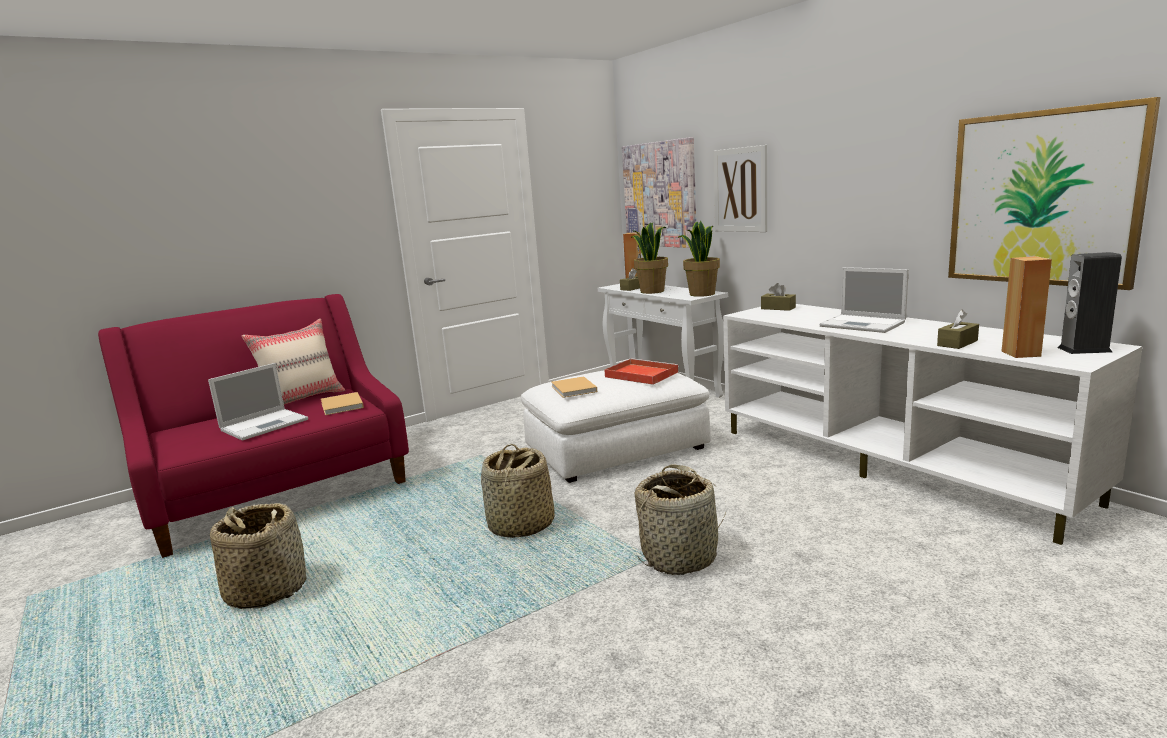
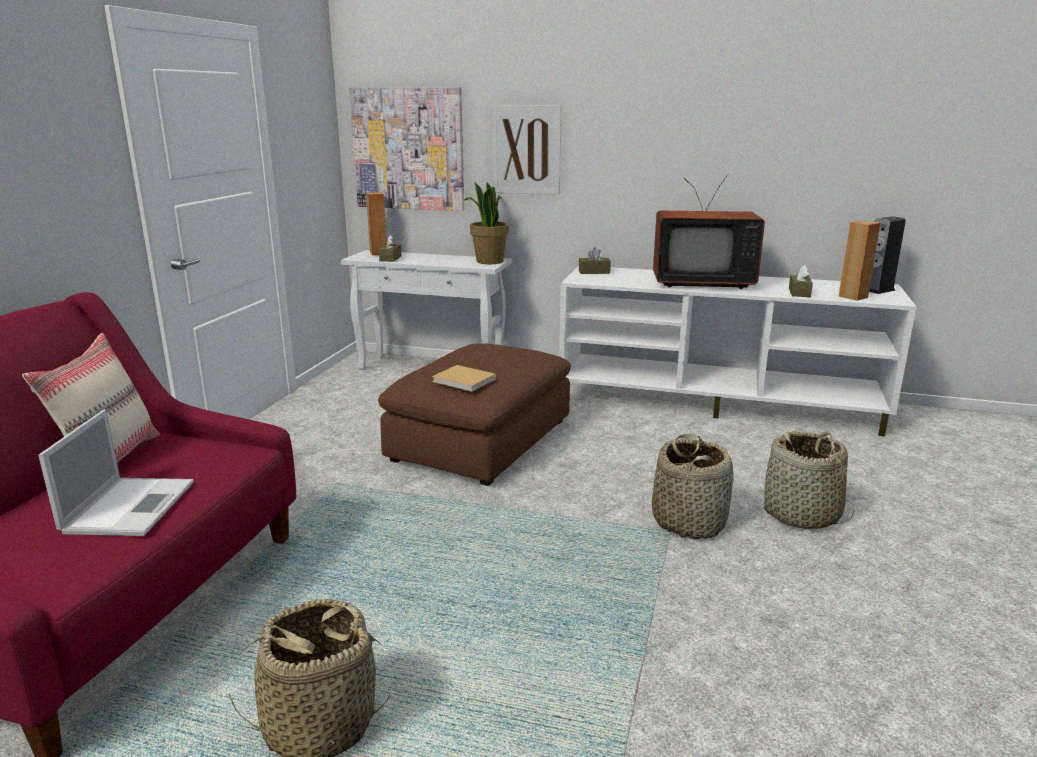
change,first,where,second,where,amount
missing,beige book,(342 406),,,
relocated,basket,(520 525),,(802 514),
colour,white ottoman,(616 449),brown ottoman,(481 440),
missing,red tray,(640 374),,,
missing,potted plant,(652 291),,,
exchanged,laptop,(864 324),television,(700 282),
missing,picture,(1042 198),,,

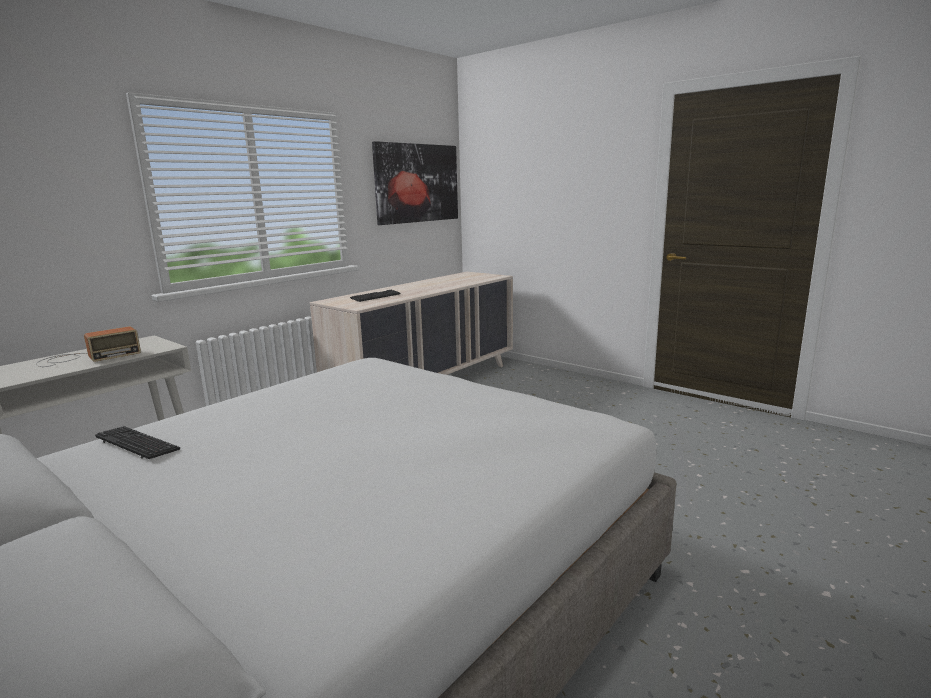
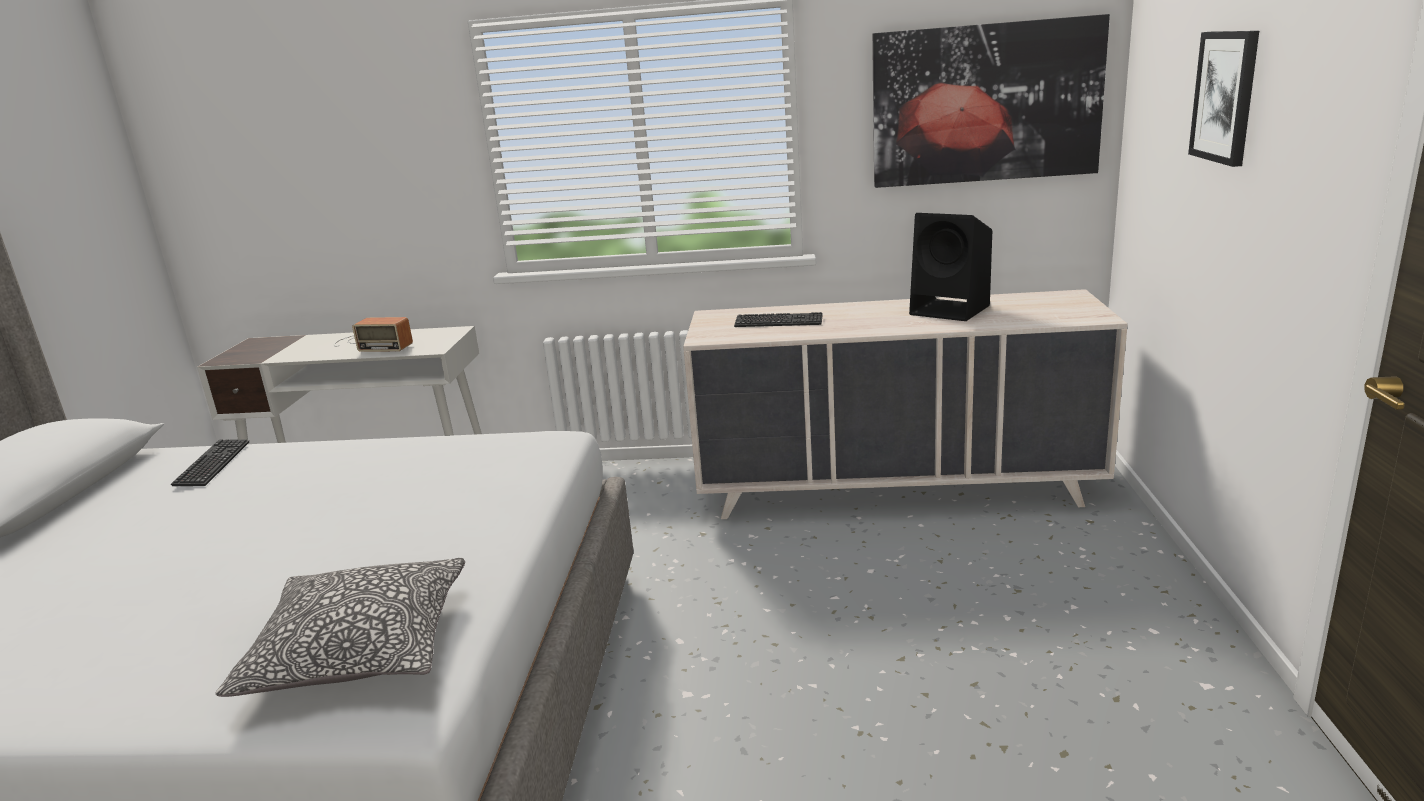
change,first,where,second,where,amount
appeared,,,pillow,(360 648),
appeared,,,black speaker,(952 310),
appeared,,,picture,(1225 96),

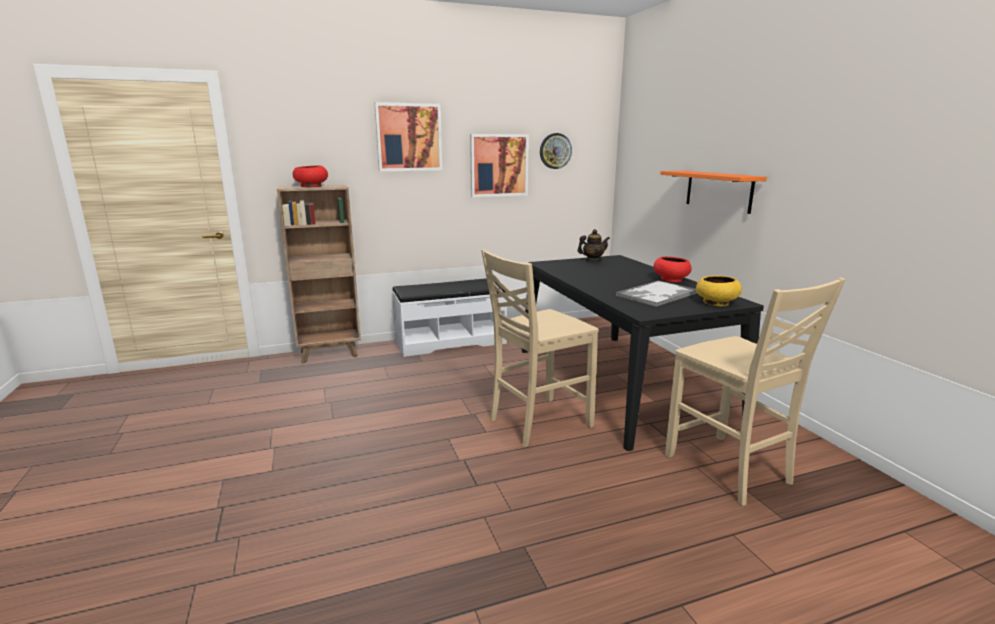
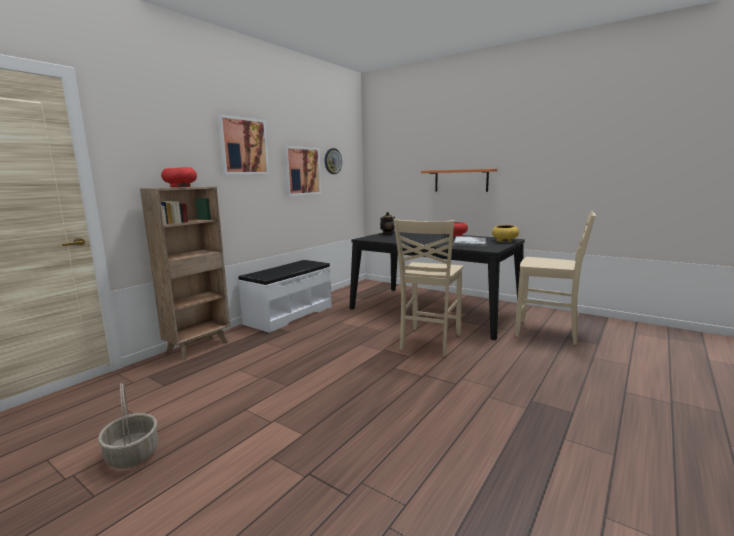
change,first,where,second,where,amount
appeared,,,basket,(132 454),

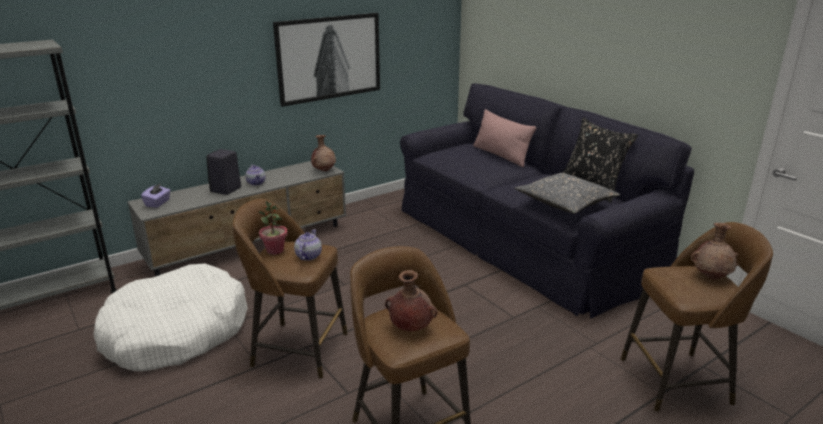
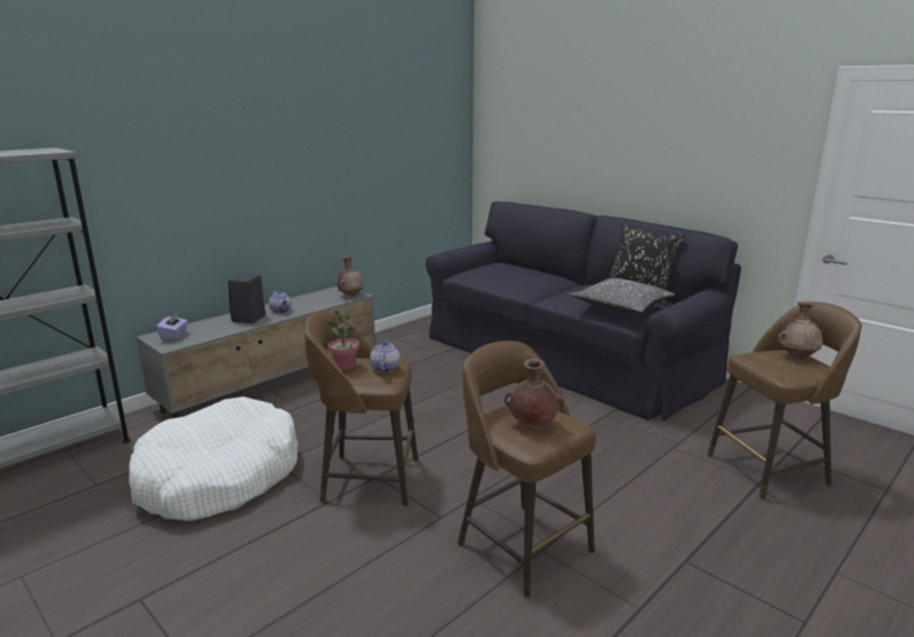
change,first,where,second,where,amount
missing,picture,(329 58),,,
missing,pink pillow,(501 155),,,

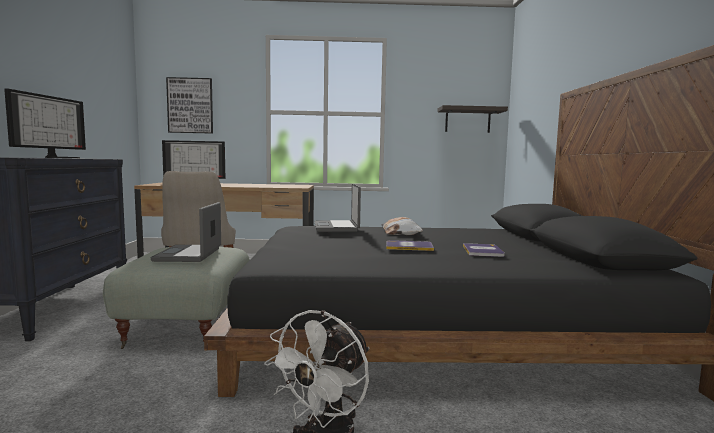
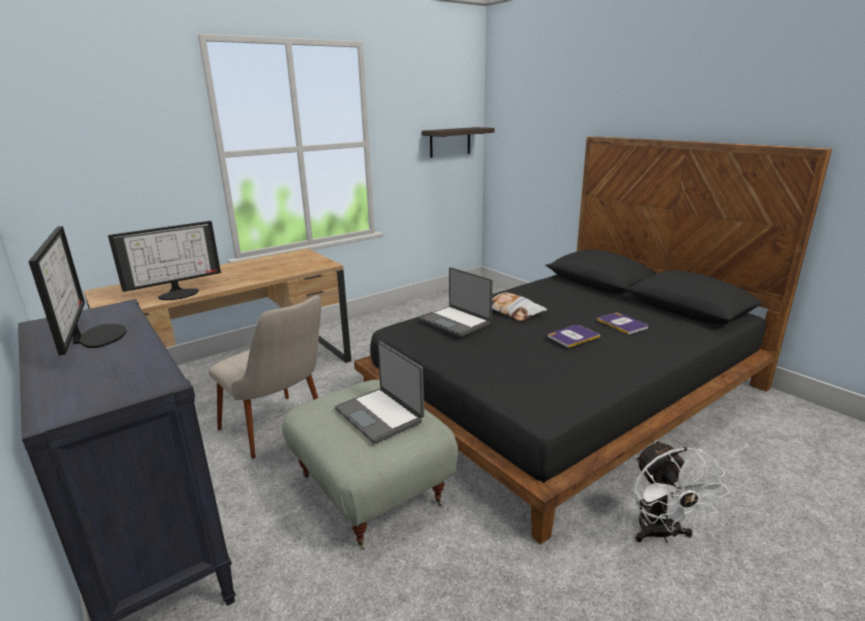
change,first,where,second,where,amount
missing,picture,(190 105),,,

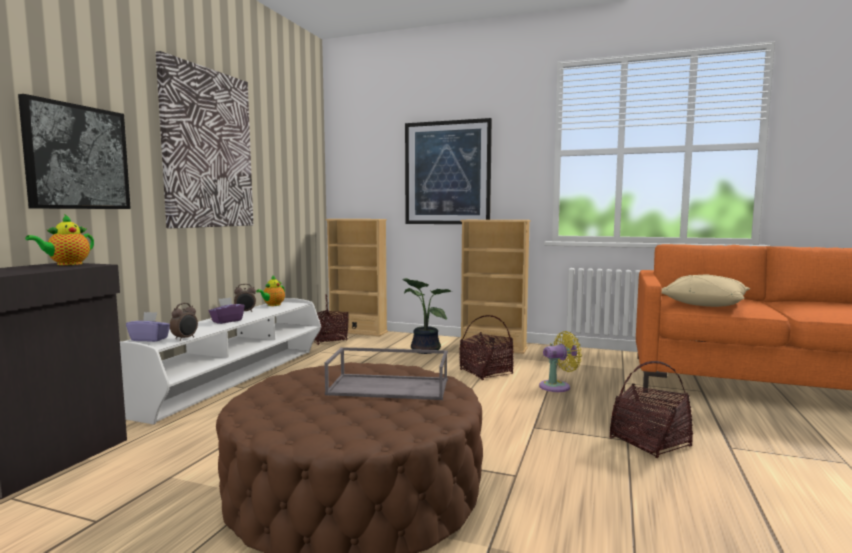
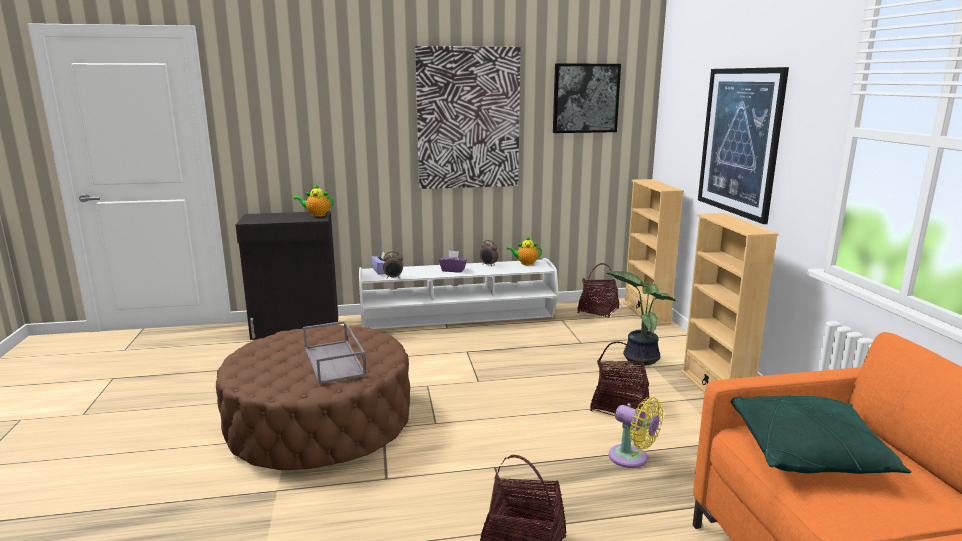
change,first,where,second,where,amount
relocated,picture,(77 157),,(585 98),
colour,beige pillow,(704 304),green pillow,(808 453),

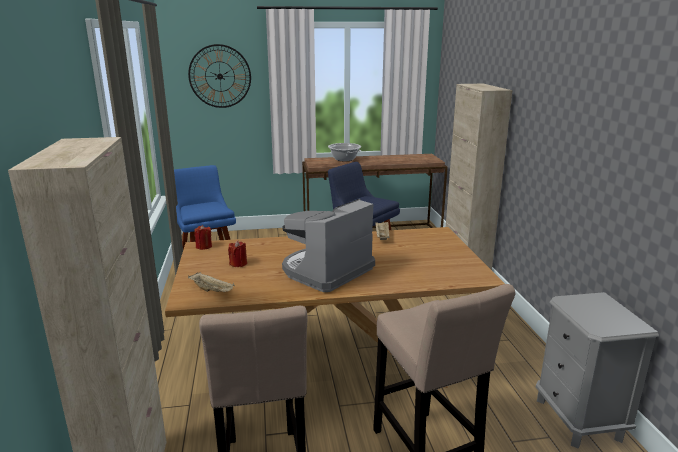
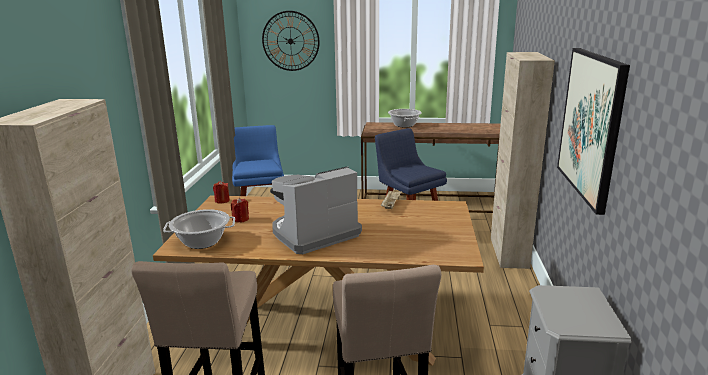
change,first,where,second,where,amount
exchanged,beige tray,(212 291),cooking pot,(202 241),
appeared,,,picture,(591 125),

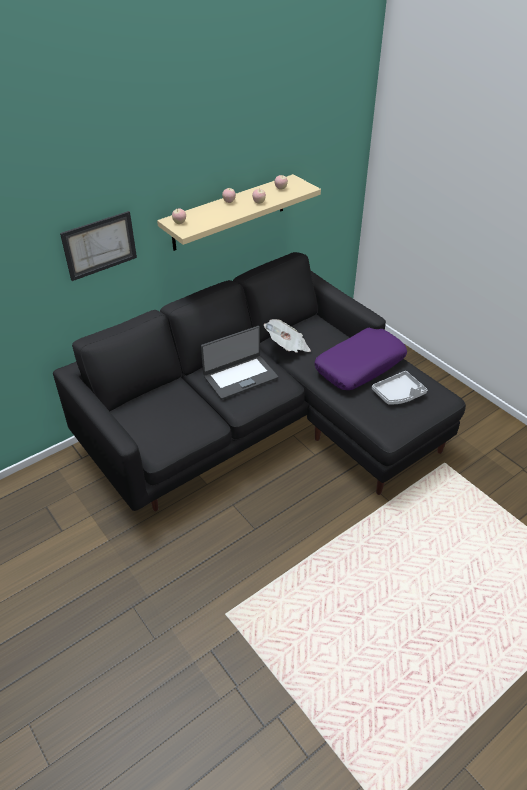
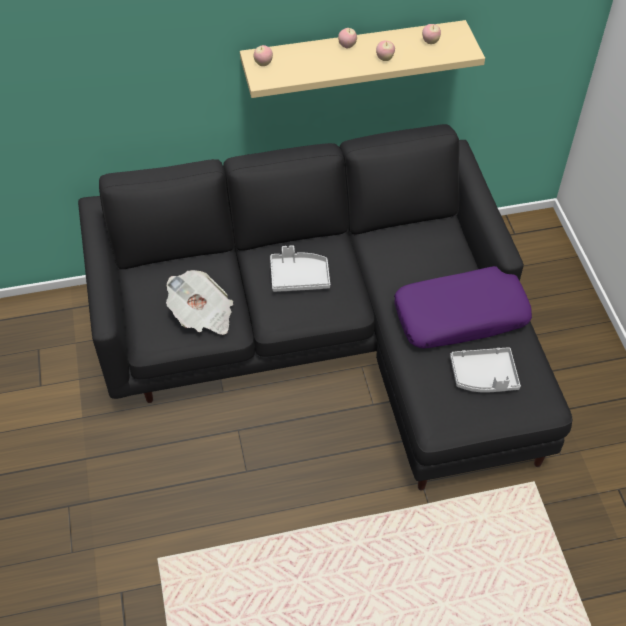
change,first,where,second,where,amount
missing,picture,(99 245),,,
exchanged,laptop,(240 376),grey tray,(299 277),
relocated,newspaper,(287 346),,(202 315),

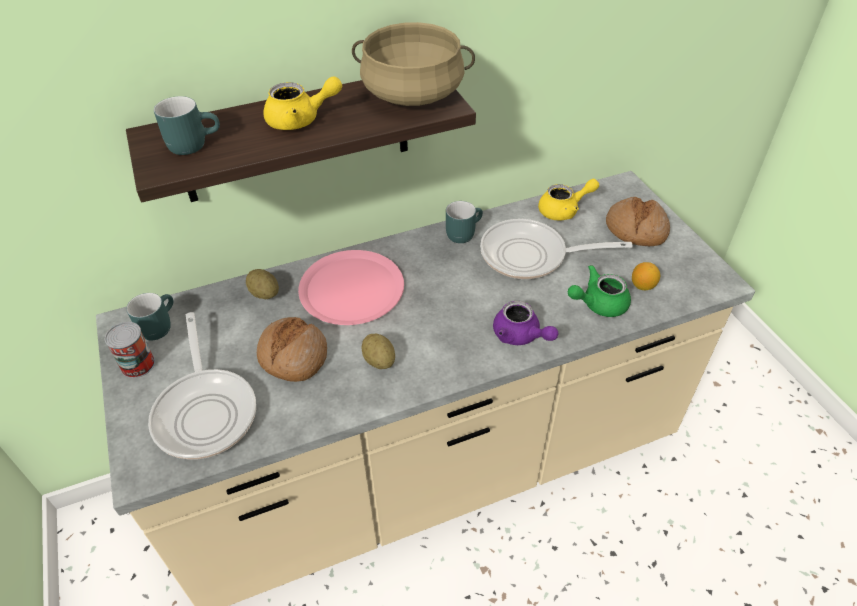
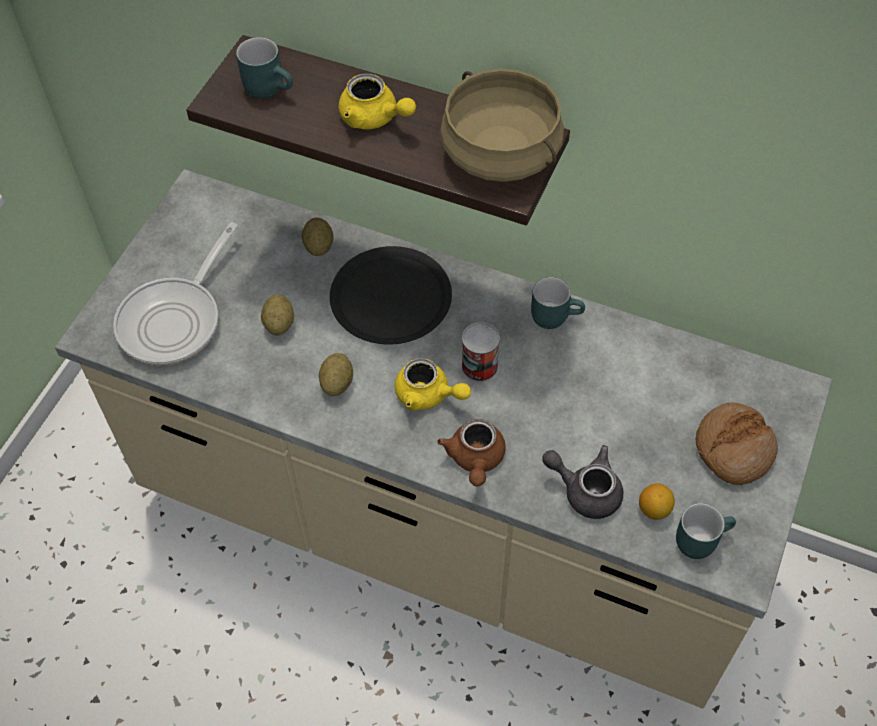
change,first,where,second,where,amount
relocated,can,(138 364),,(479 366),
relocated,turquoise mug,(157 325),,(700 538),
exchanged,bread,(293 356),potato,(279 324),
colour,pink plate,(351 288),black plate,(391 297),
missing,frying pan,(531 256),,,
colour,purple teapot,(520 336),brown teapot,(475 460),
relocated,yellow teapot,(564 210),,(428 395),
colour,green teapot,(598 304),grey teapot,(585 490),

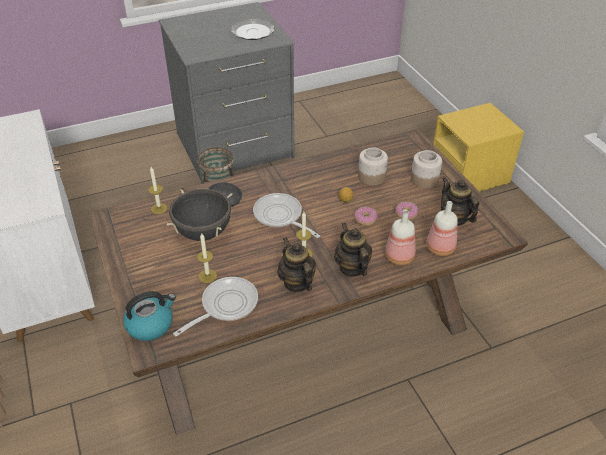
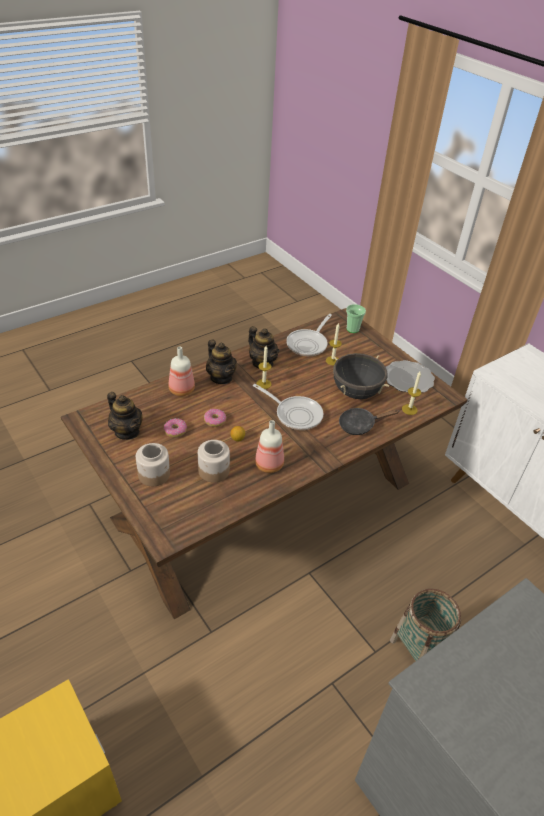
change,first,where,second,where,amount
exchanged,kettle,(150 324),cup,(352 329),
relocated,plate,(252 31),,(408 379),
relocated,bottle,(439 248),,(270 465),

